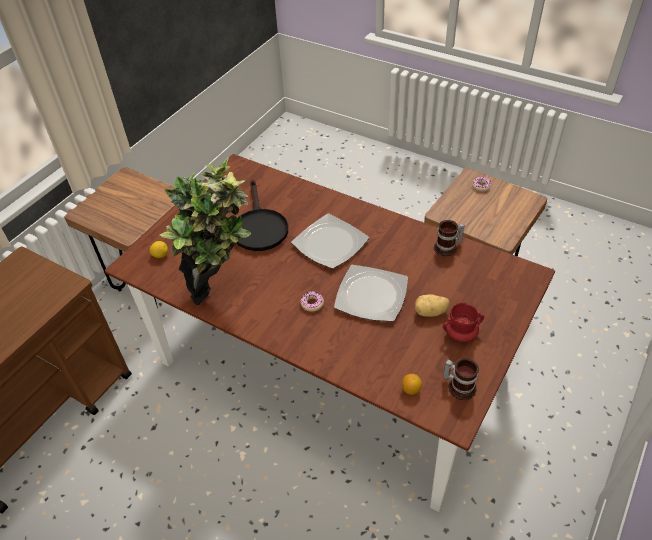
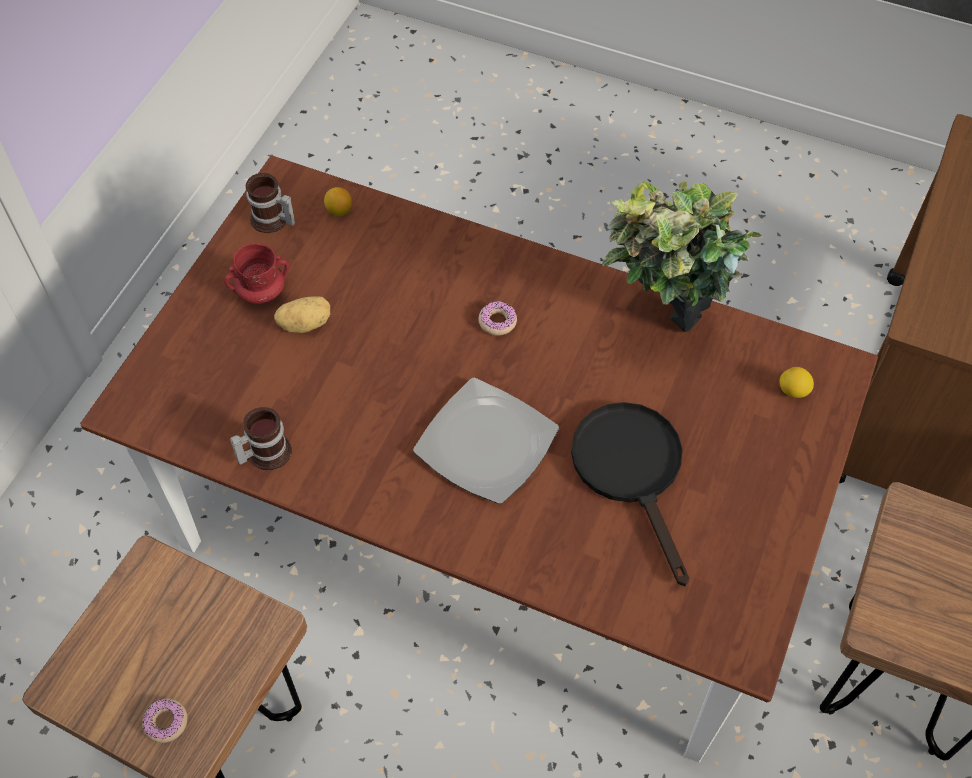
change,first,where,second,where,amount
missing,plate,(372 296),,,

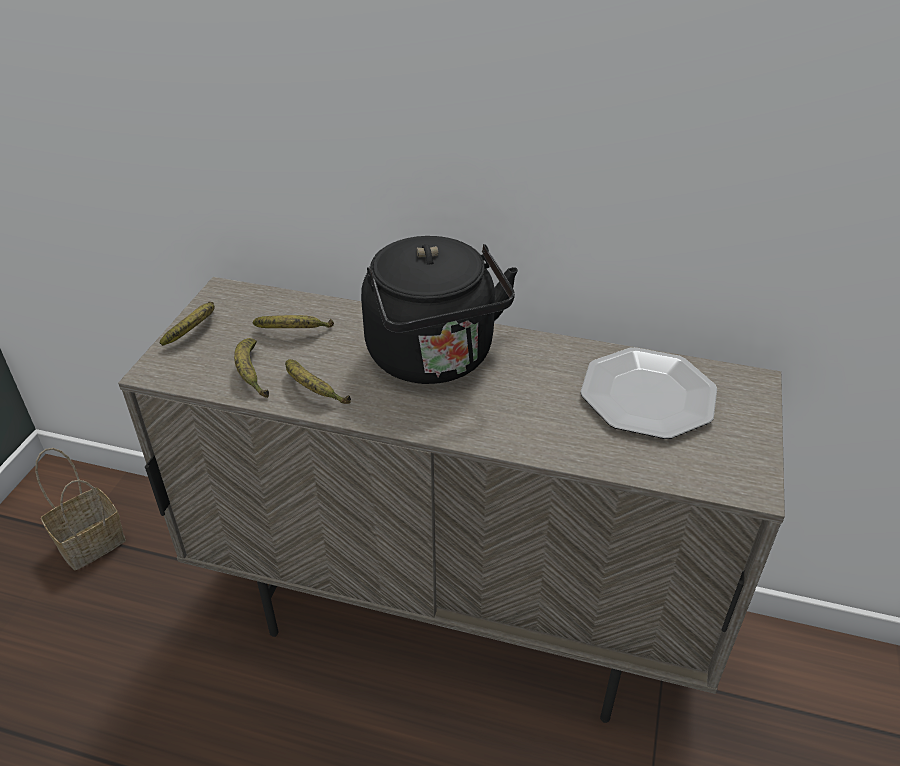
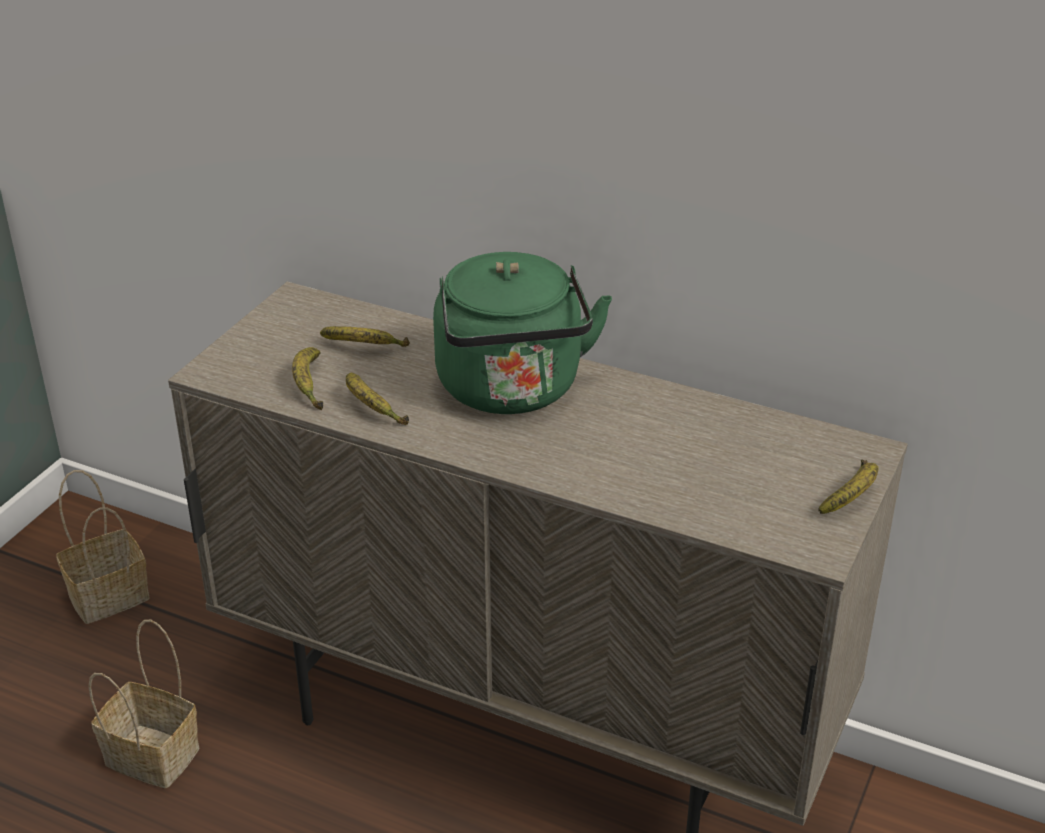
change,first,where,second,where,amount
relocated,banana,(195 329),,(852 496),
colour,black kettle,(434 359),green kettle,(512 391),
missing,plate,(648 395),,,
appeared,,,basket,(149 756),

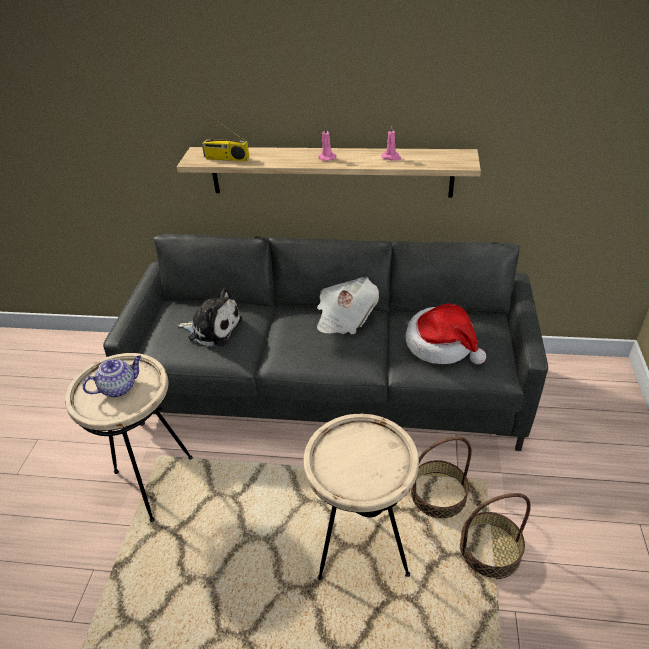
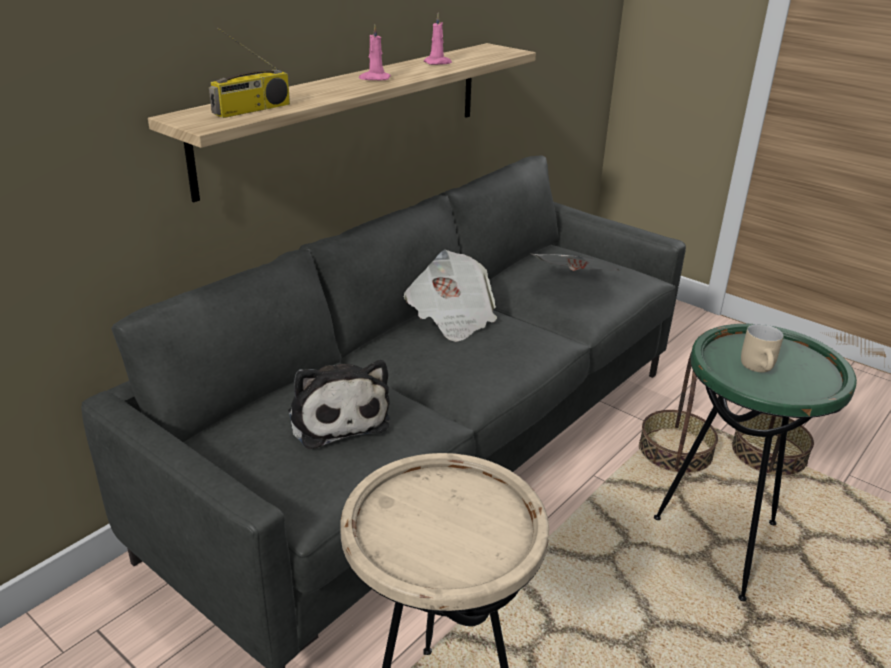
change,first,where,second,where,amount
missing,teapot,(119 387),,,
spun,plush toy,(212 328),,(337 417),105 degrees clockwise
colour,beige side table,(362 553),green side table,(723 546),
exchanged,hat,(441 345),newspaper,(573 284),
appeared,,,beige mug,(760 368),

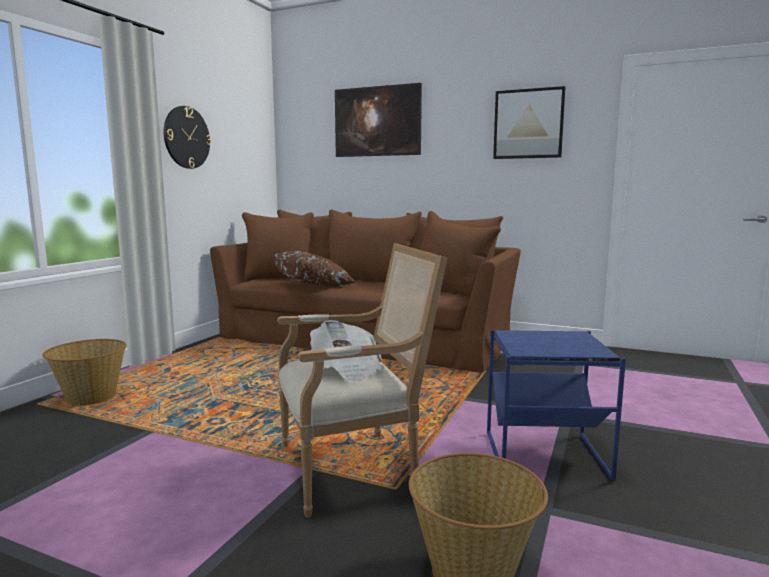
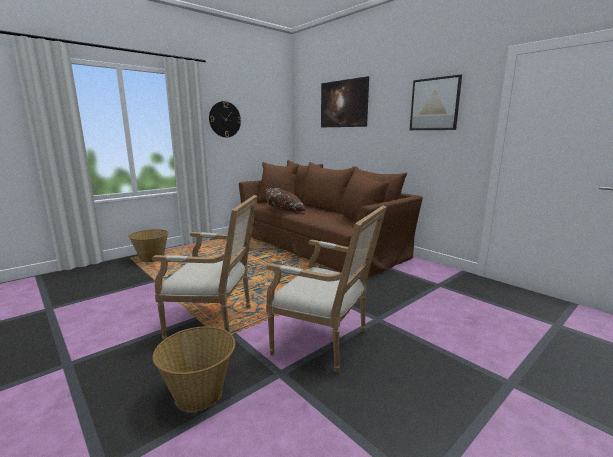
change,first,where,second,where,amount
missing,newspaper,(346 370),,,
exchanged,blue side table,(546 456),armchair,(326 342),

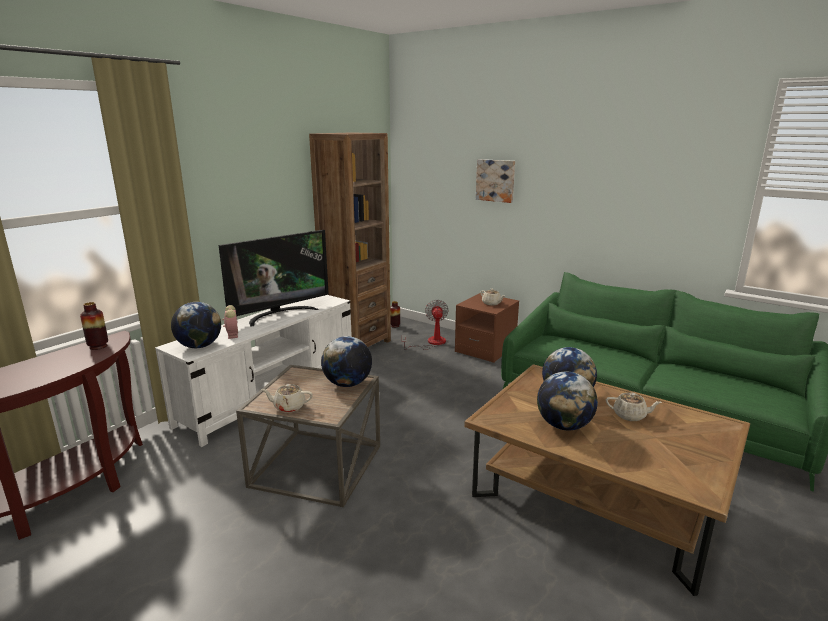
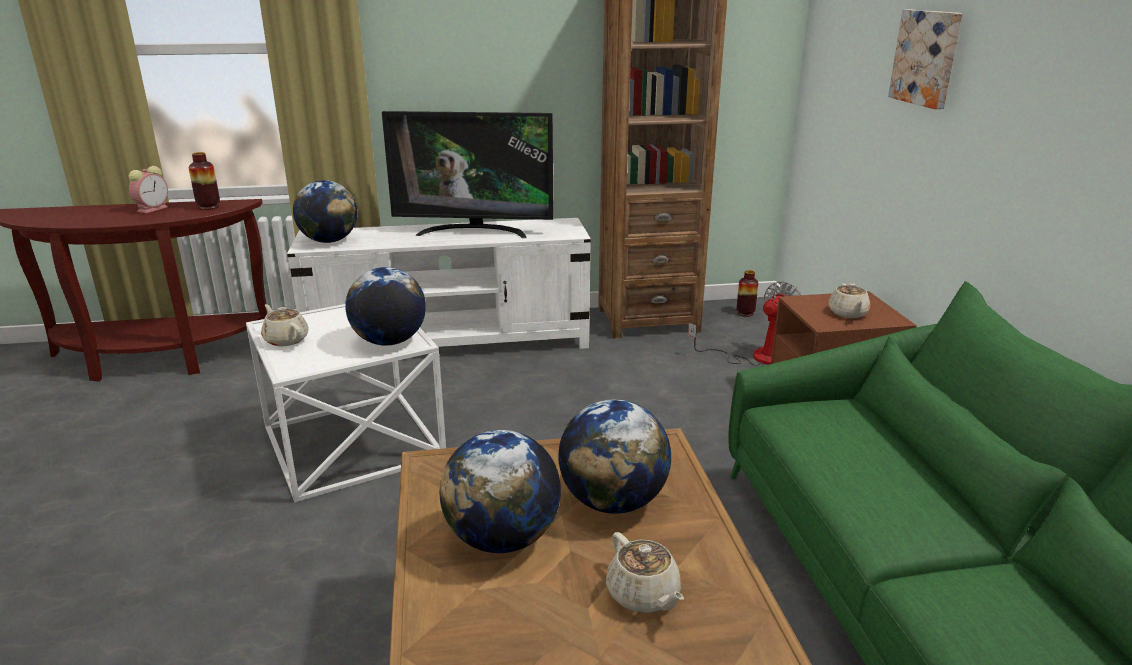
change,first,where,second,where,amount
relocated,alarm clock,(232 334),,(153 209),
colour,brown side table,(318 465),white side table,(354 443),

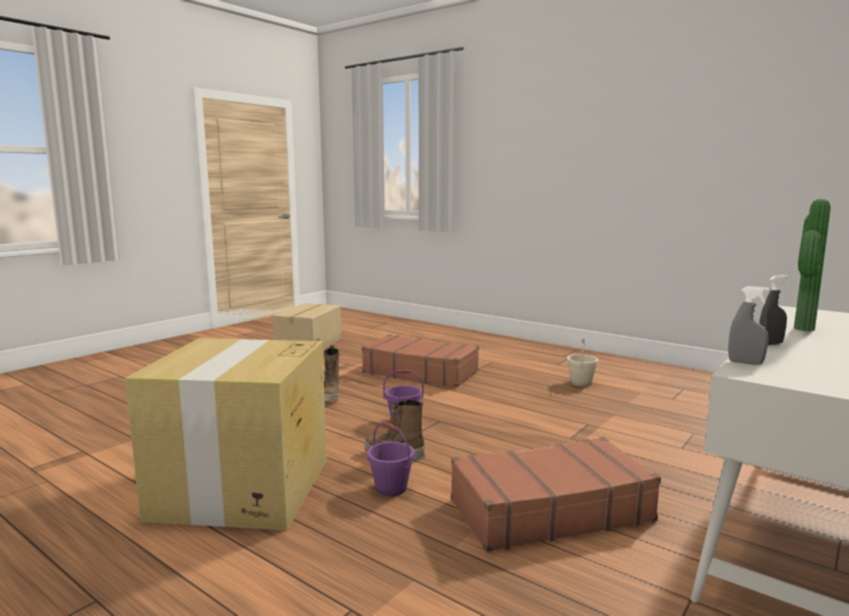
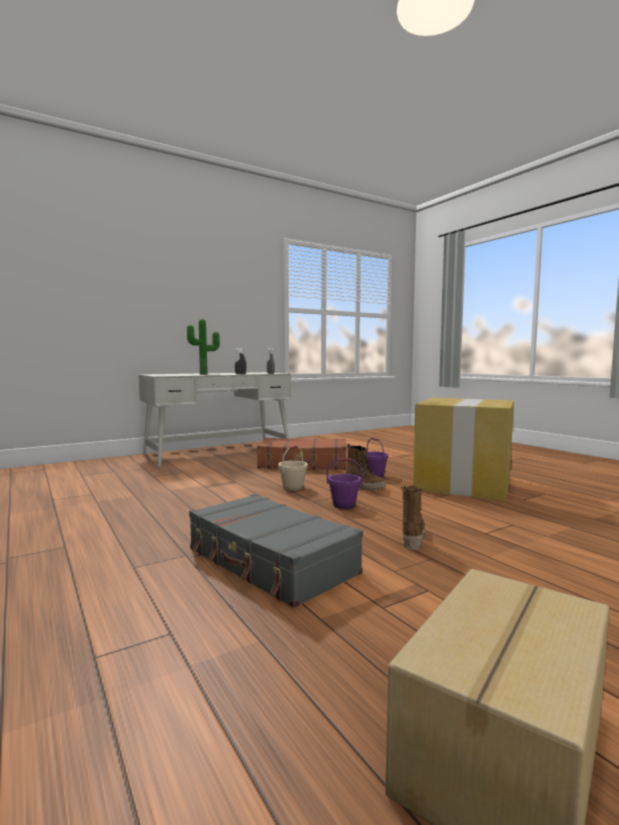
change,first,where,second,where,amount
colour,brown suitcase,(420 372),grey suitcase,(270 562),
relocated,beige bucket,(581 383),,(293 488),

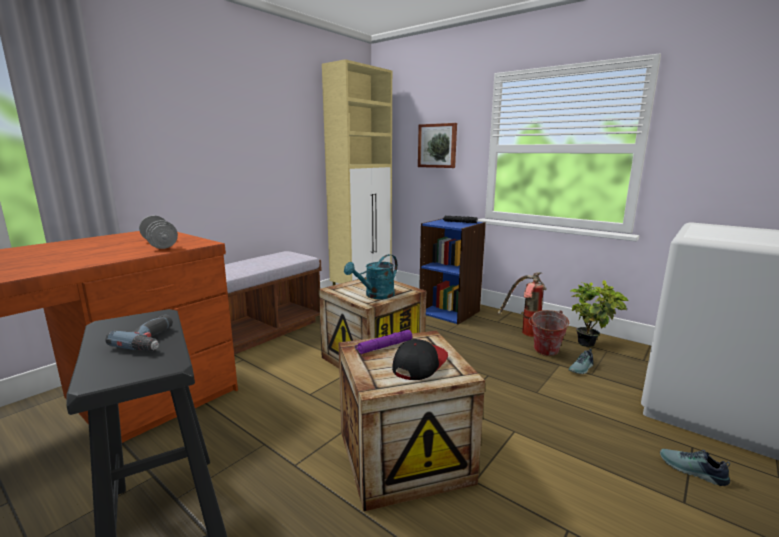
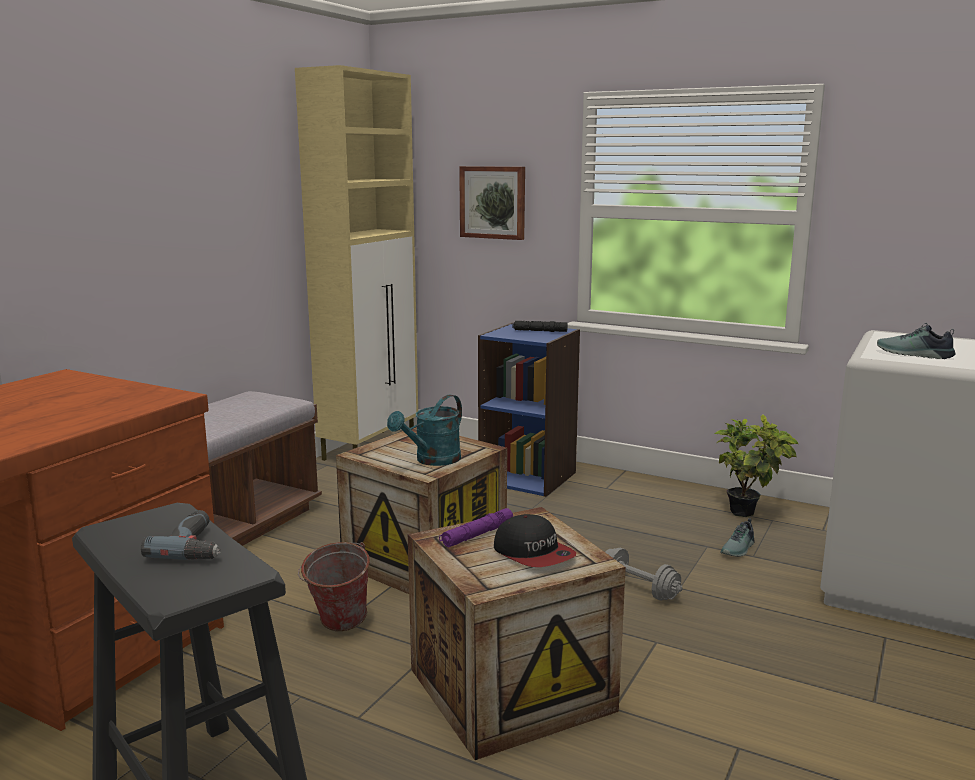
change,first,where,second,where,amount
relocated,grey dumbbell,(159 244),,(639 589),
spun,cap,(419 364),,(534 553),120 degrees clockwise
missing,fire extinguisher,(523 333),,,
relocated,bucket,(544 353),,(337 625),
relocated,shoe,(692 471),,(914 355),

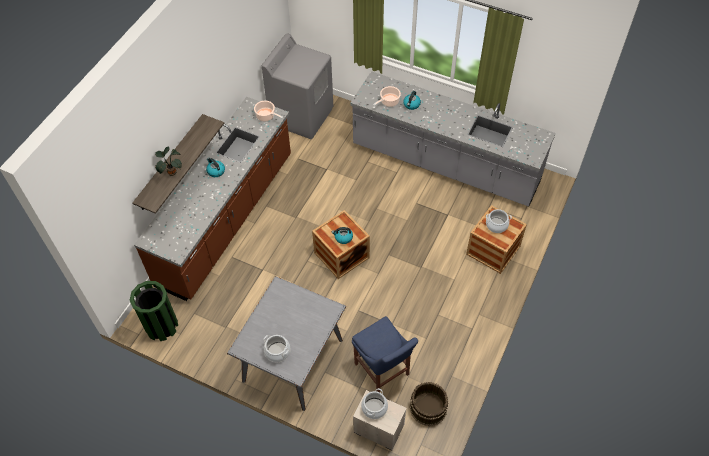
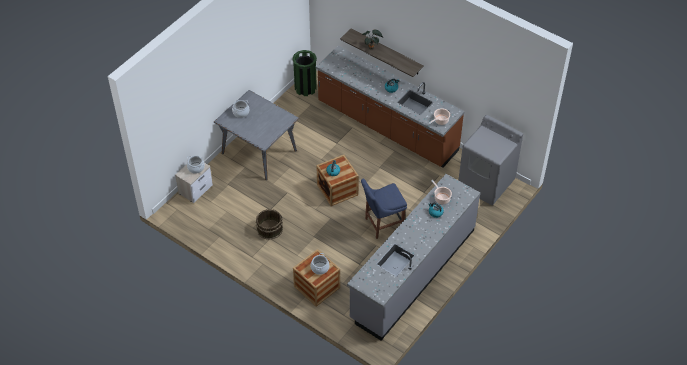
change,first,where,second,where,amount
relocated,blue chair,(383 371),,(382 224),
relocated,brown bucket,(427 408),,(269 228),

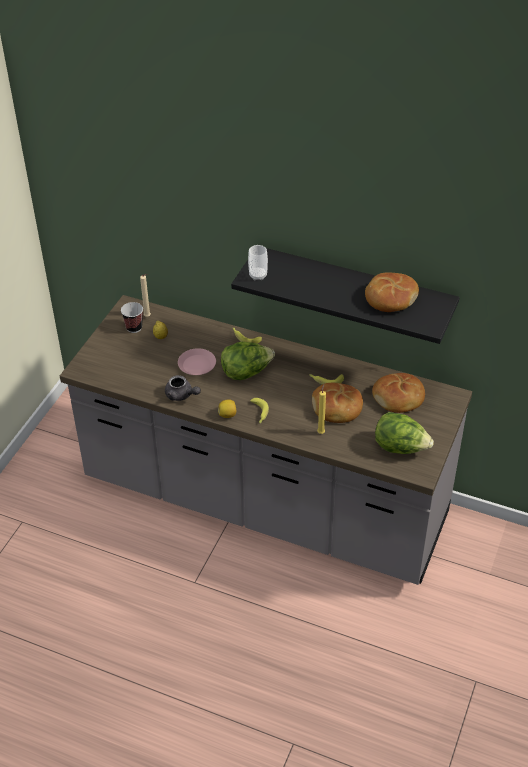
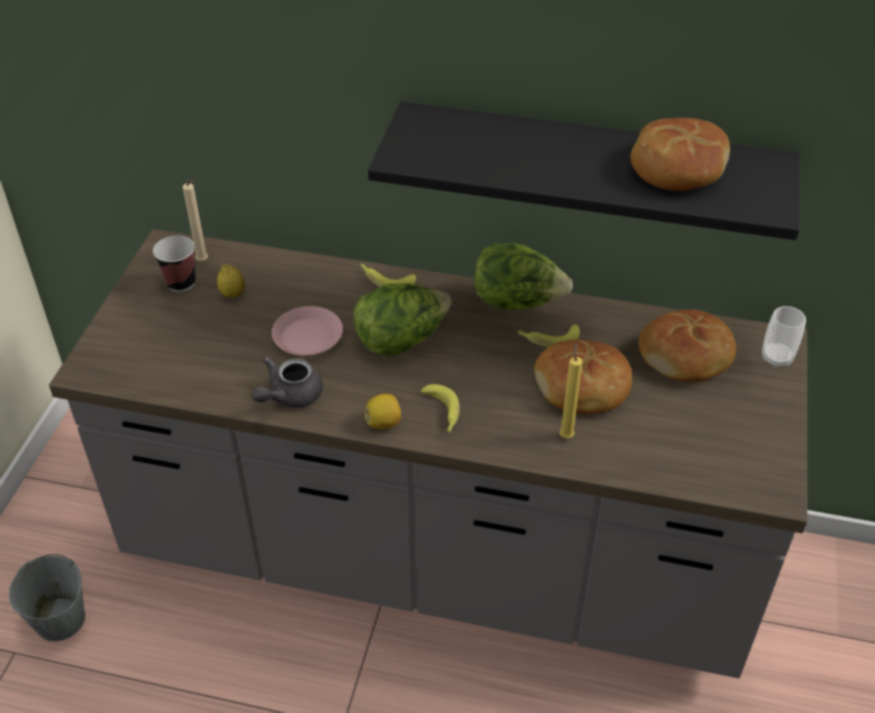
change,first,where,second,where,amount
spun,grey teapot,(181 395),,(289 396),105 degrees clockwise
relocated,cup,(258 275),,(776 358),
relocated,lettuce,(400 447),,(517 302),
appeared,,,grey bucket,(59 619),

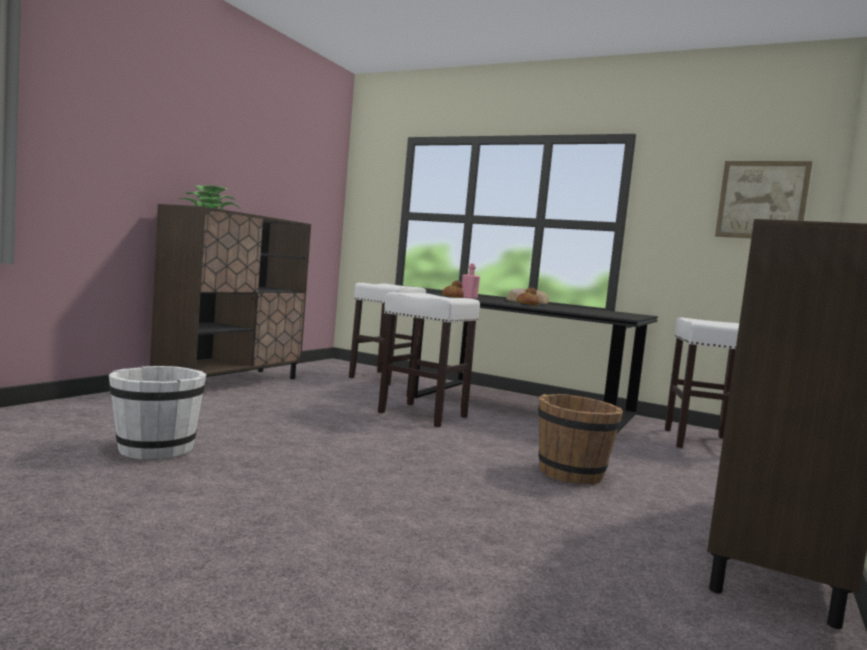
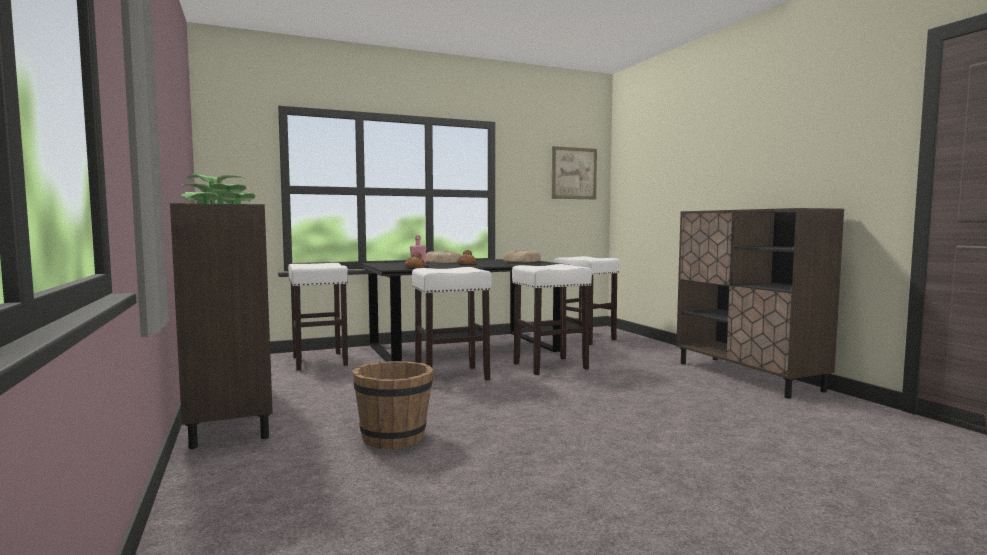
change,first,where,second,where,amount
missing,white bucket,(155 449),,,
relocated,brown bucket,(572 473),,(394 437),
appeared,,,bread,(523 261),
appeared,,,white stool,(549 366),

